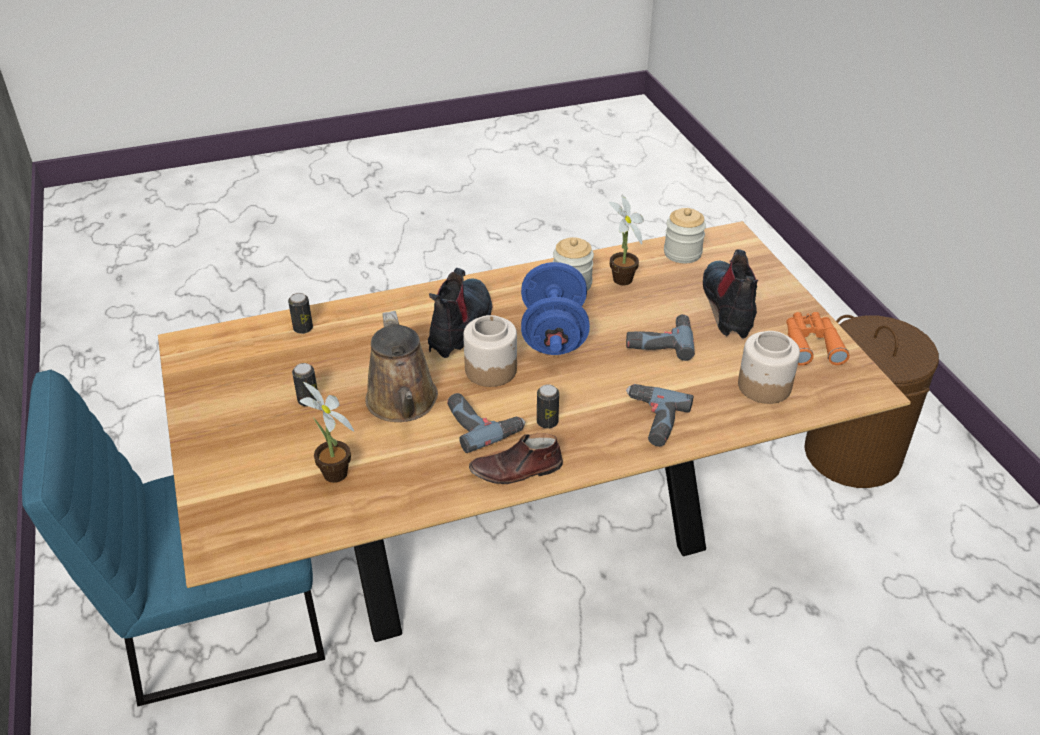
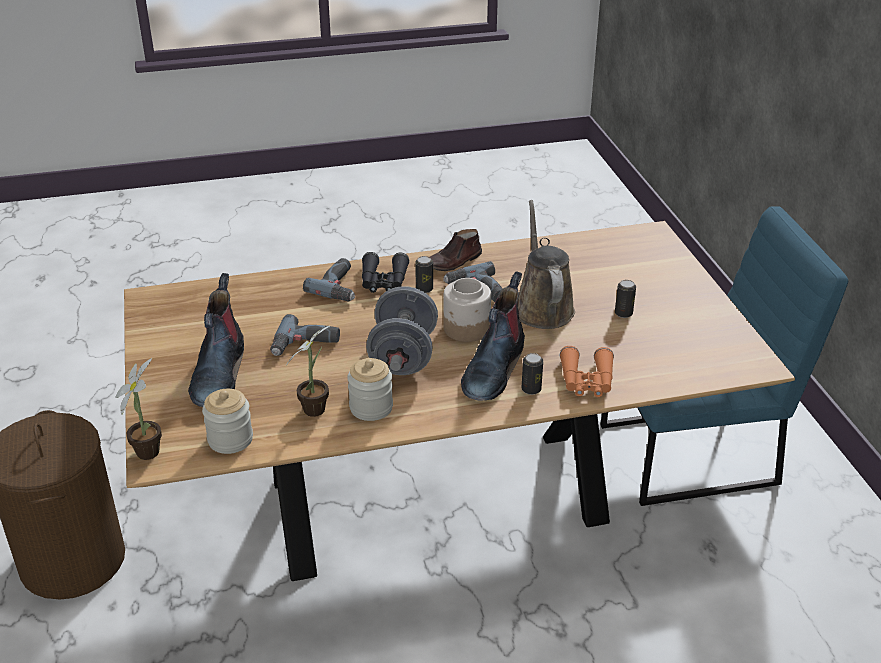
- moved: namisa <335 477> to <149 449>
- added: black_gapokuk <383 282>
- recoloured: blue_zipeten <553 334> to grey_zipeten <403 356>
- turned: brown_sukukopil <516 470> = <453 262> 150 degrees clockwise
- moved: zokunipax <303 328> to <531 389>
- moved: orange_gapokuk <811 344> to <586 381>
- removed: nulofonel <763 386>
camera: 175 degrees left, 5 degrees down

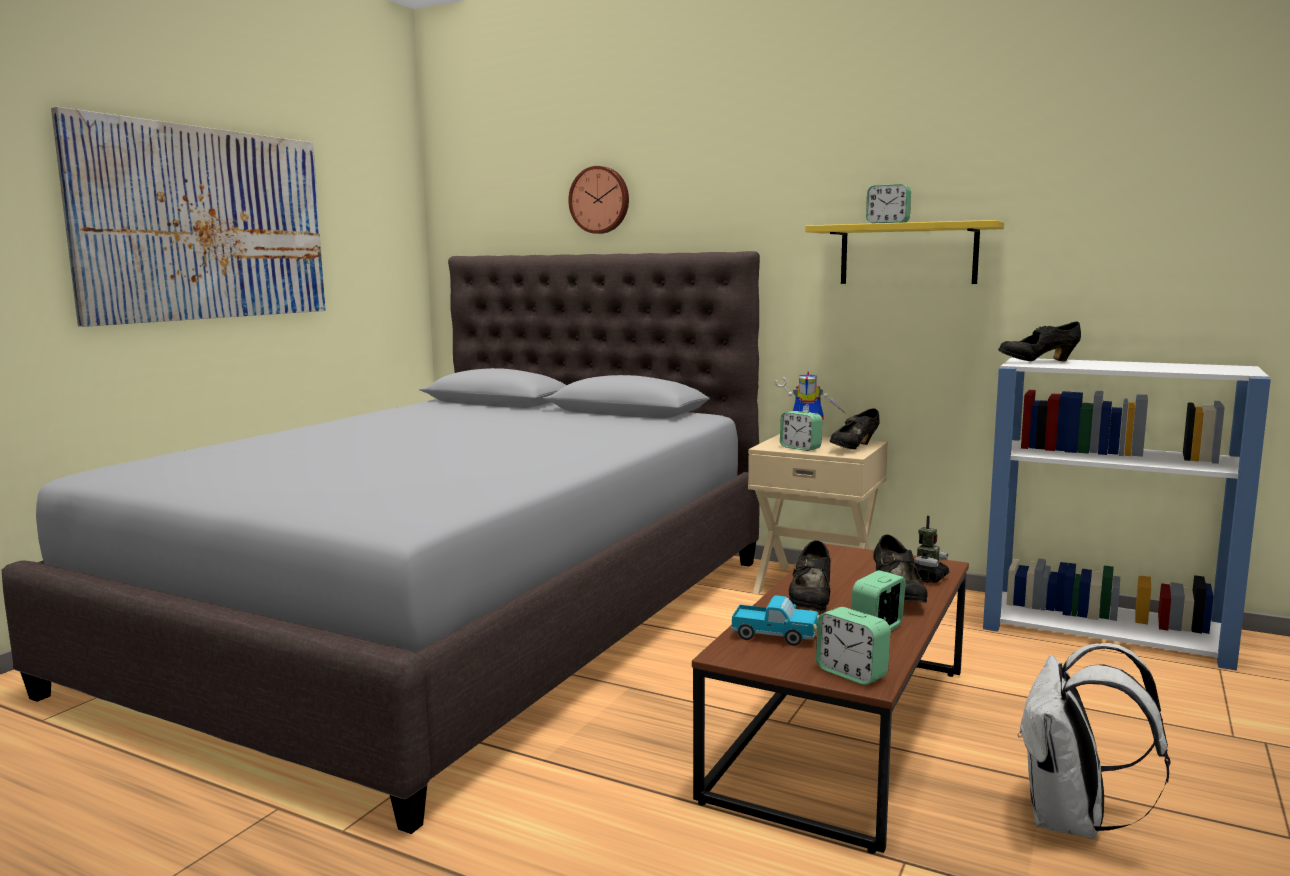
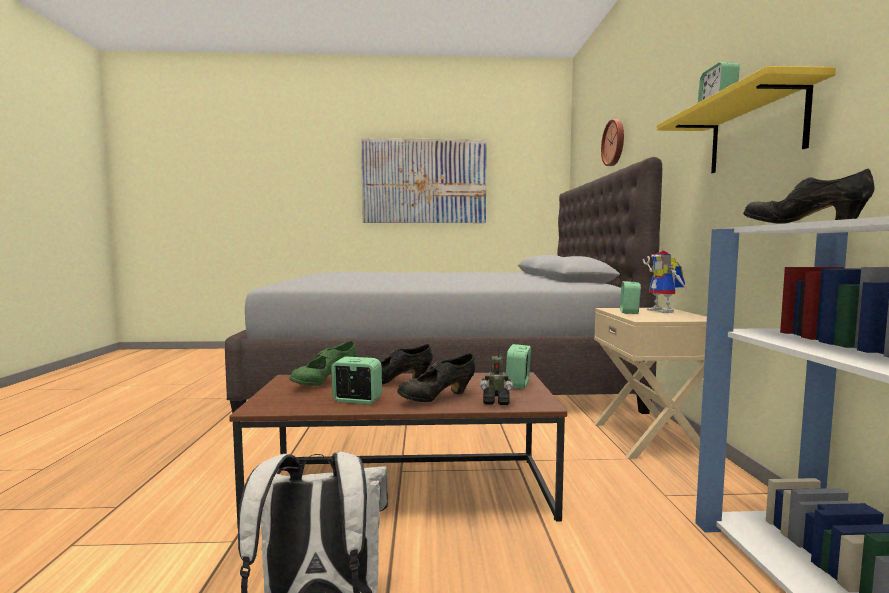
- replaced: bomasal <775 636> to green_sukukopil <324 382>
- moved: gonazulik <851 673> to <518 384>
- removed: black_sukukopil <854 448>
camera: 60 degrees right, 5 degrees down

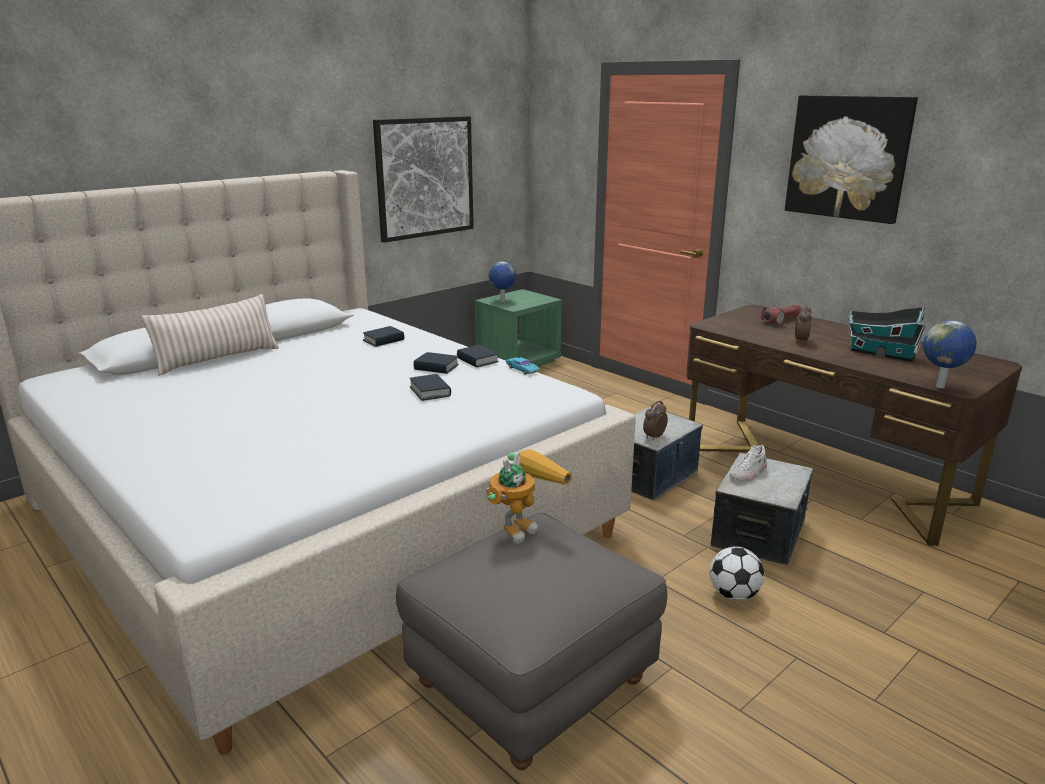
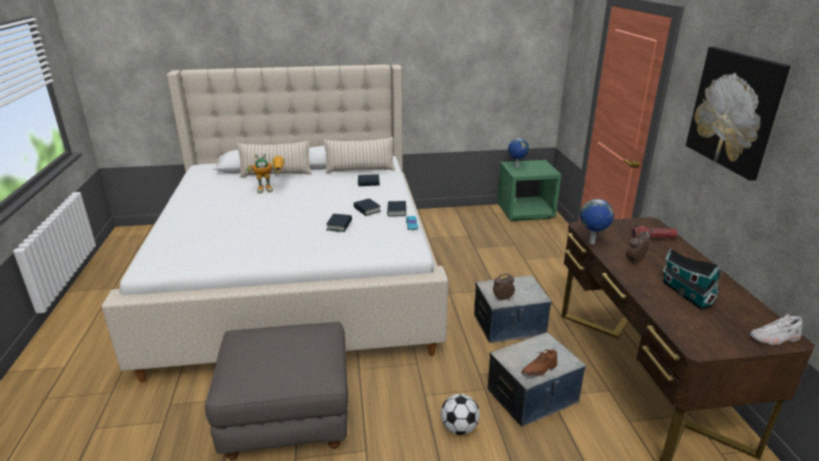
- moved: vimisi <524 525> to <271 189>
- added: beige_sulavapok <360 170>
- added: brown_sukukopil <539 370>
- moved: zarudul <941 387> to <592 243>
- moved: white_sukukopil <748 474> to <774 338>
- removed: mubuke <425 177>
camera: 35 degrees right, 5 degrees up

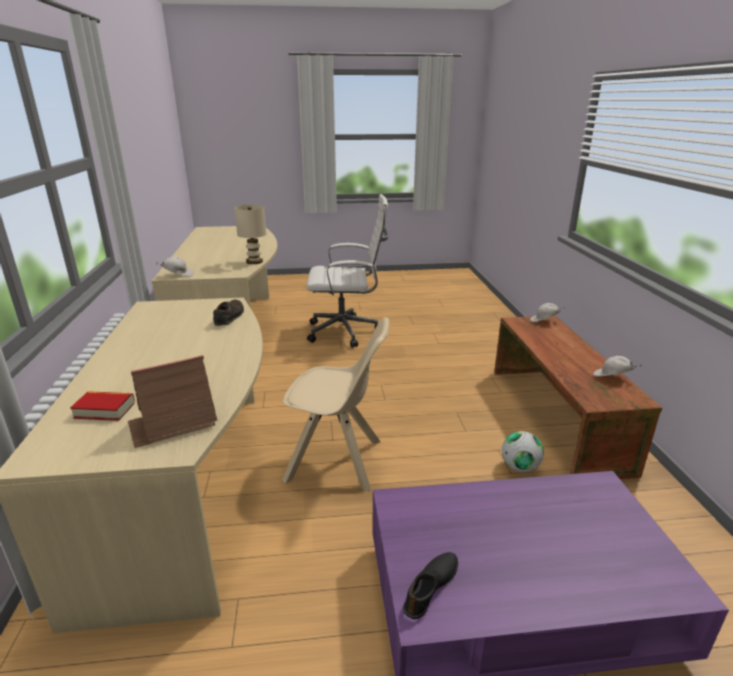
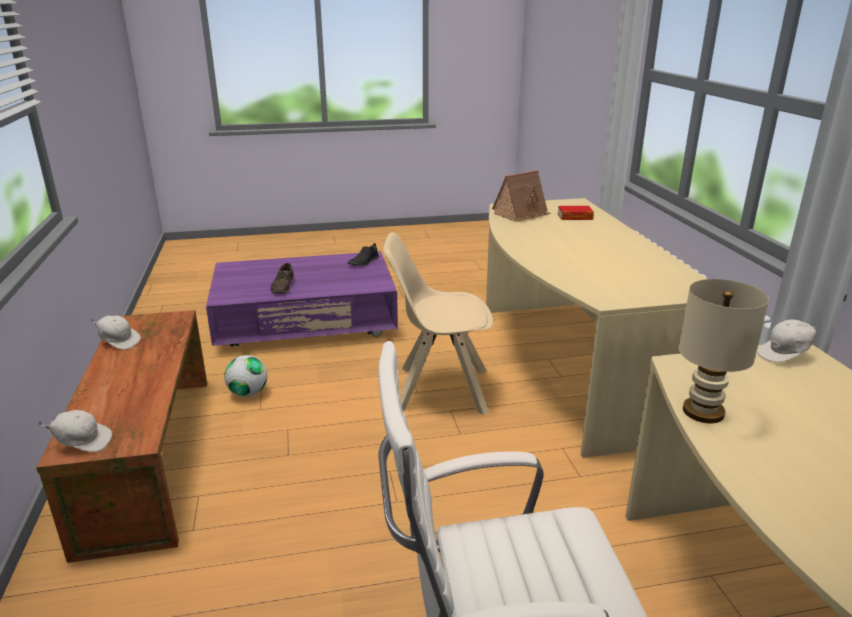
- moved: brown_sukukopil <229 317> to <283 286>
camera: 175 degrees right, 0 degrees up

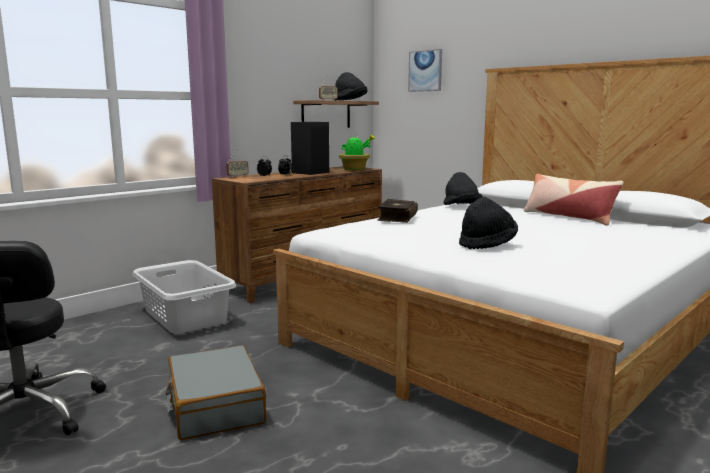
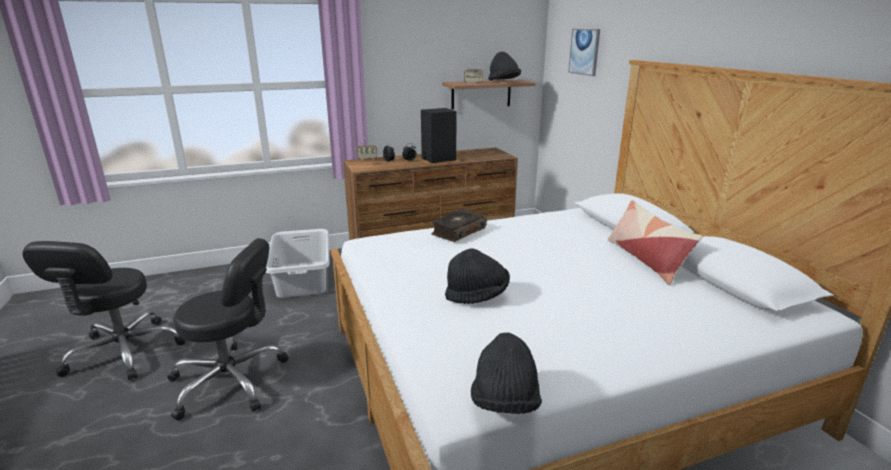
- replaced: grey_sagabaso <215 406> to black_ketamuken <234 382>
- moved: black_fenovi <461 207> to <504 402>
- removed: namisa <355 169>
camera: 25 degrees right, 10 degrees up

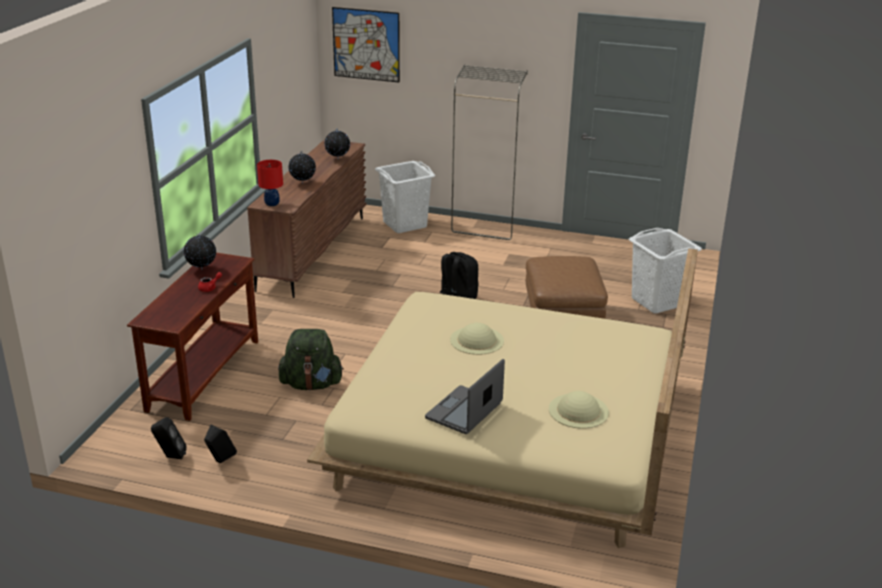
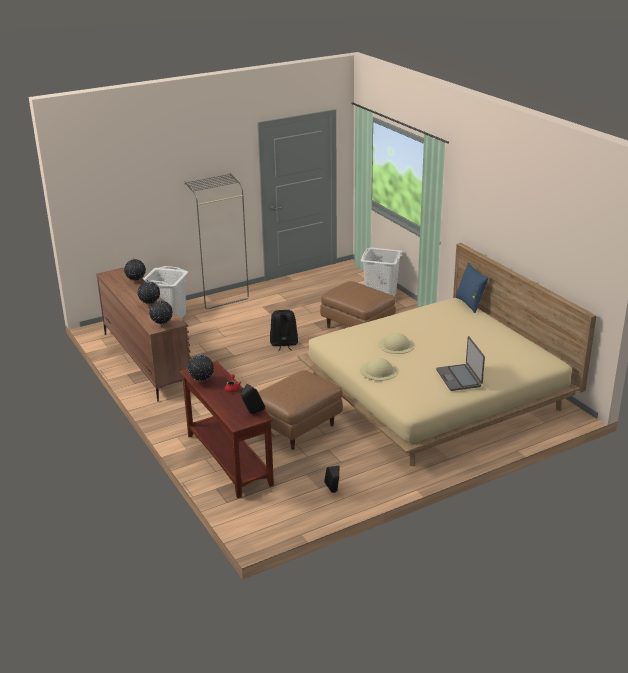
- replaced: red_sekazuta <273 204> to zarudul <162 325>
- moved: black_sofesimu <170 457> to <252 413>
- replaced: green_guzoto <311 384> to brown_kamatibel <298 428>
- moved: beige_fenovi <578 410> to <379 370>
- added: blue_sulavapok <470 304>
- removed: mubuke <366 44>
camera: 45 degrees left, 0 degrees up

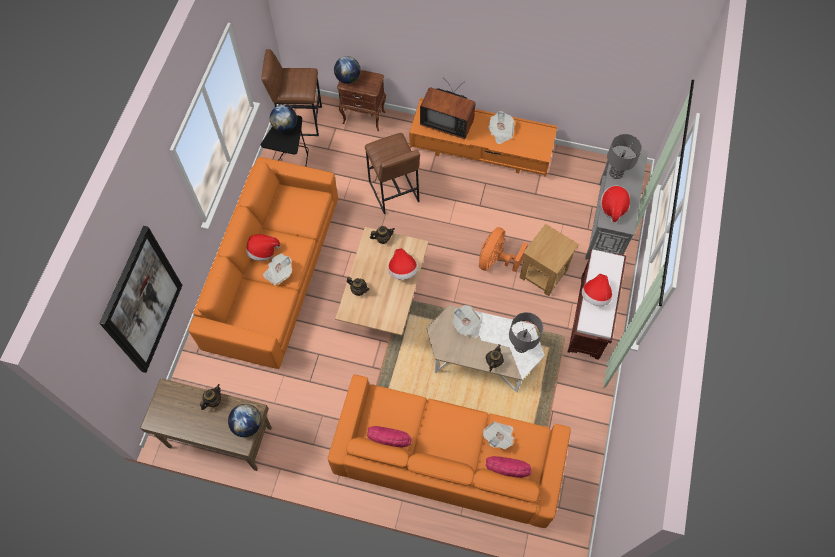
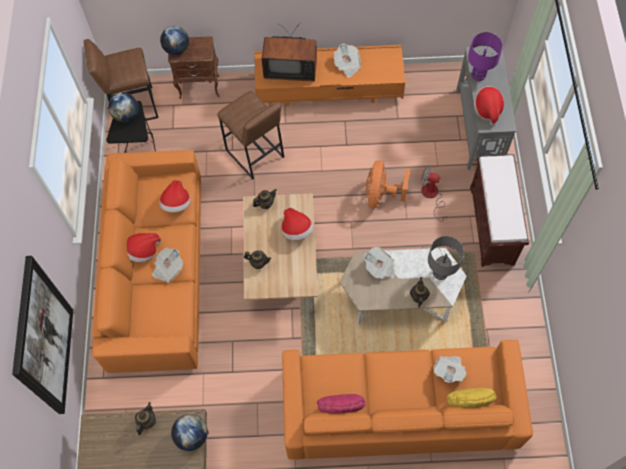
- moved: fenovi <595 296> to <176 203>
- replaced: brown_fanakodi <543 274> to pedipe <432 196>
- recoloured: pink_sulavapok <506 471> to yellow_sulavapok <468 403>
- recoloured: grey_sekazuta <616 173> to purple_sekazuta <479 75>
camera: 15 degrees left, 0 degrees up

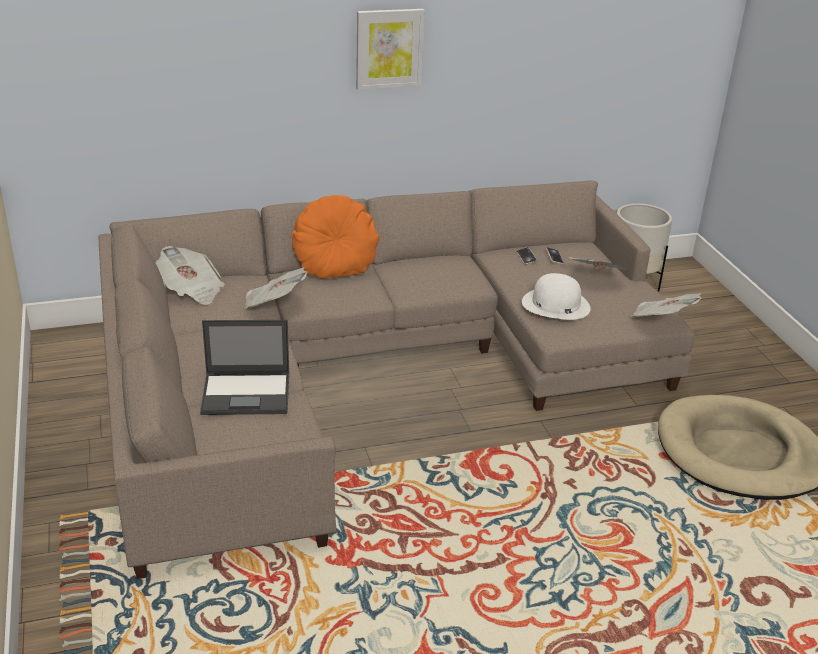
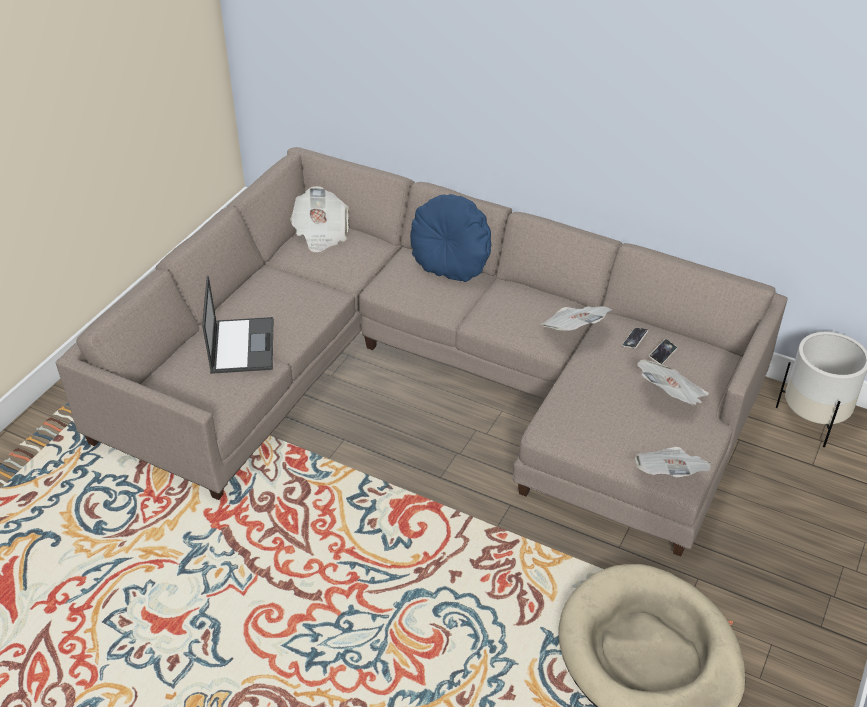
- turned: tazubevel <247 394> = <242 345> 135 degrees counterclockwise
- recoloured: orange_sulavapok <335 271> to blue_sulavapok <450 269>
- moved: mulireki <274 303> to <573 330>
- removed: mubuke <389 48>
- removed: white_fenovi <555 305>
camera: 45 degrees right, 10 degrees up

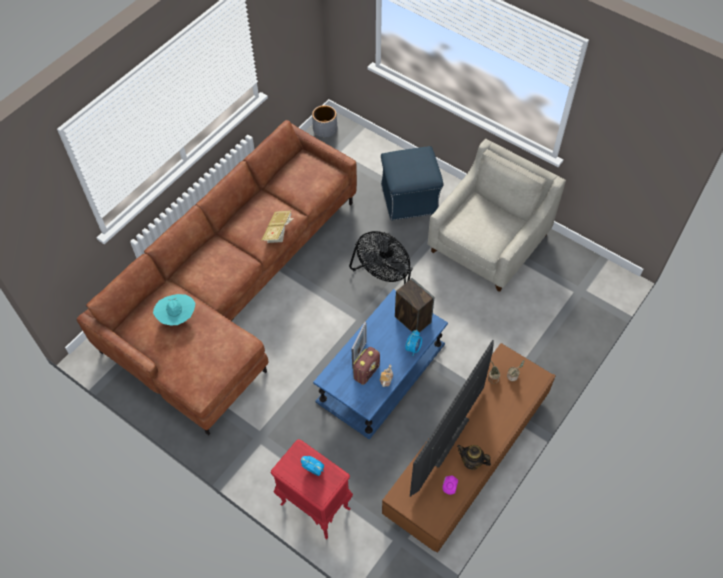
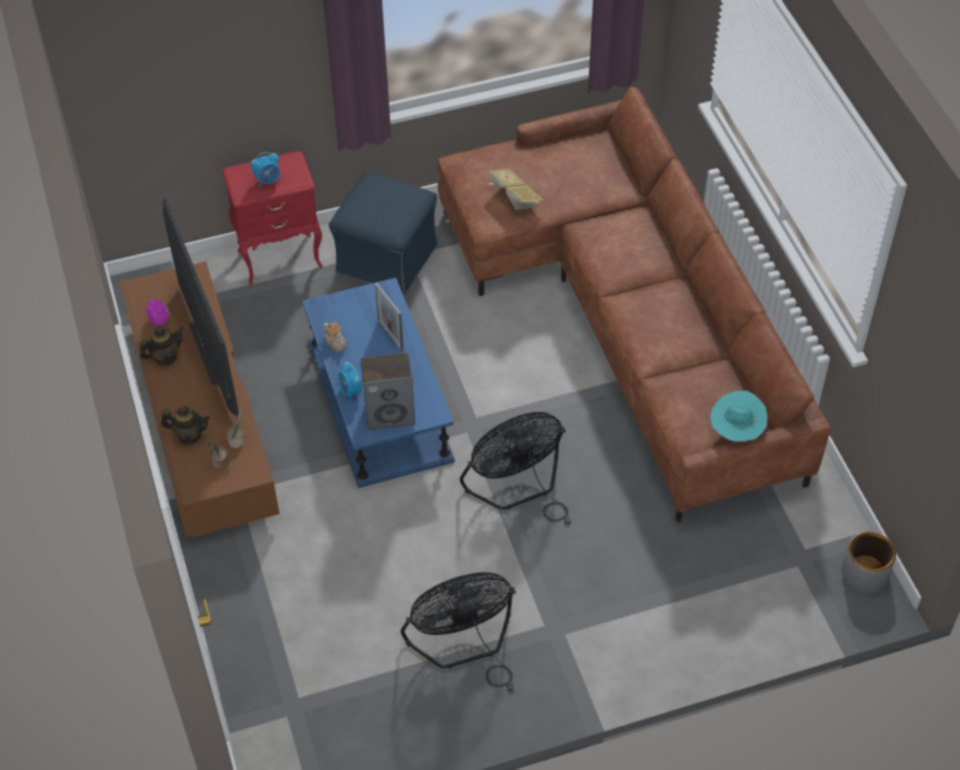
- added: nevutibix <189 435>
- moved: blue_kamatibel <410 198> to <386 259>
- replaced: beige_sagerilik <487 244> to black_pedipe <469 646>
- moved: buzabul <278 232> to <514 198>
- moved: turquoise_fenovi <177 317> to <736 431>
- removed: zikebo <366 372>
camera: 125 degrees right, 5 degrees down

